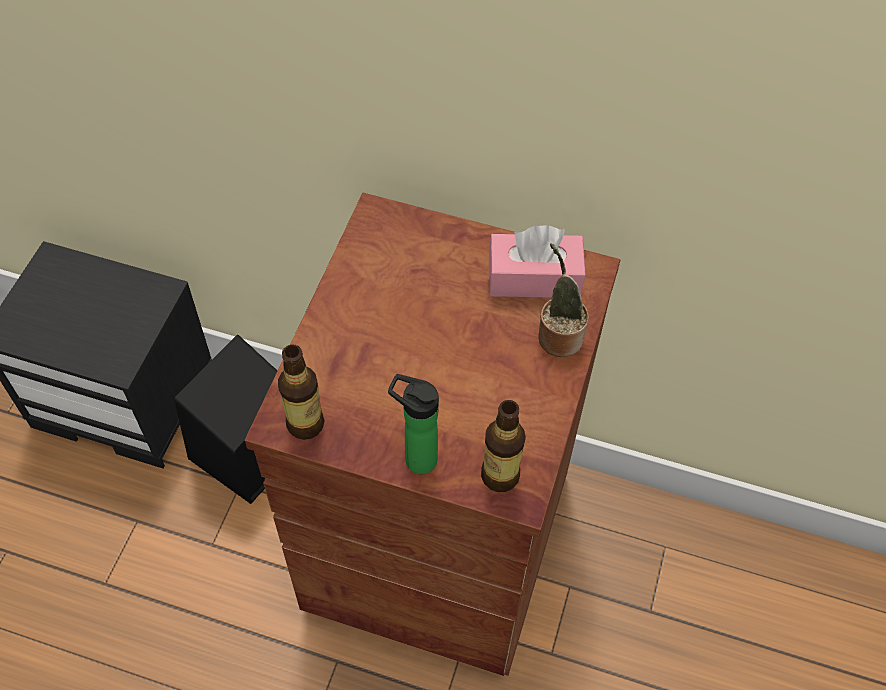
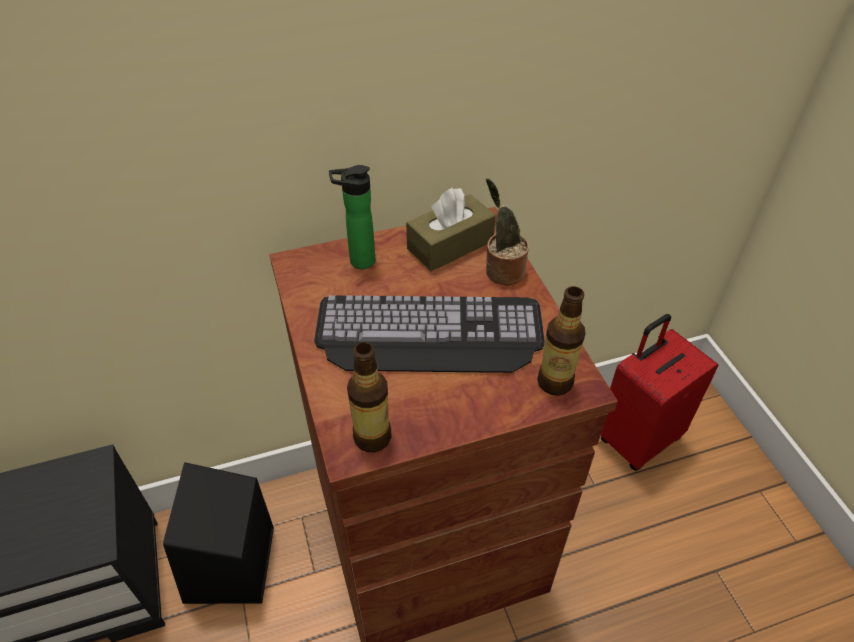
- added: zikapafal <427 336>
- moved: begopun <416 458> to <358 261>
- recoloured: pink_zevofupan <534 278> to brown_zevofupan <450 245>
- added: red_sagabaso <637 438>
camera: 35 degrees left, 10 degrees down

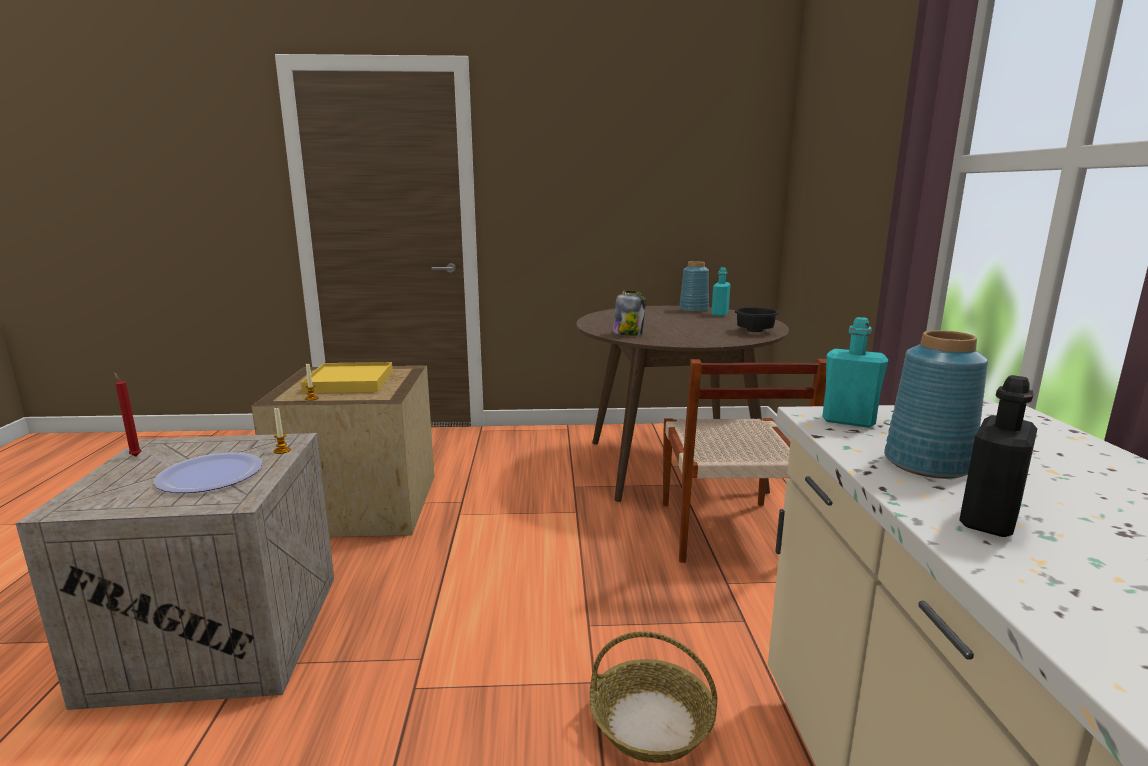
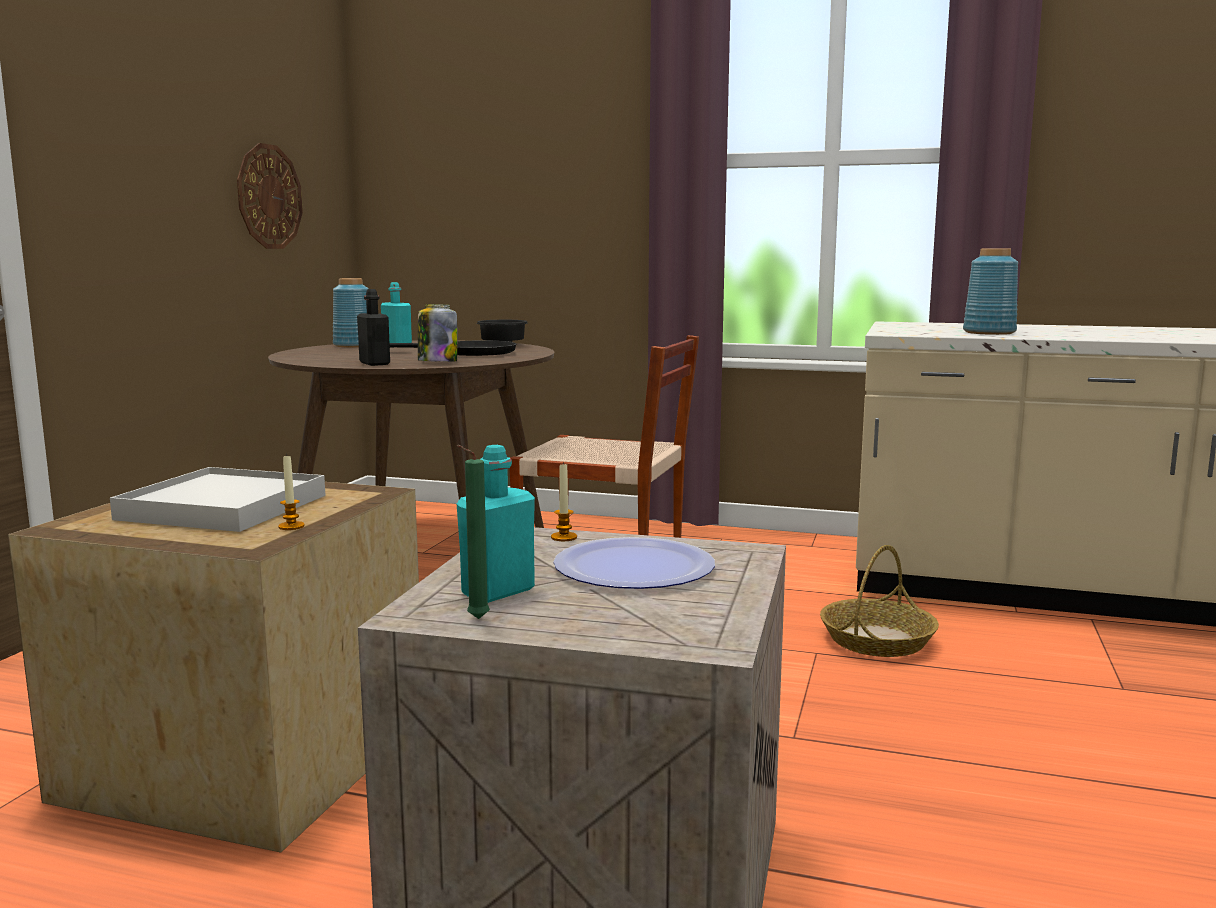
- recoloured: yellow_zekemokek <350 382> to white_zekemokek <224 507>
- added: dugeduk <269 197>
- moved: black_begopun <988 520> to <374 363>
- added: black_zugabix <471 353>
- recoloured: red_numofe <135 455> to green_numofe <475 619>
- moved: turquoise_begopun <848 421> to <498 592>
camera: 70 degrees left, 5 degrees down

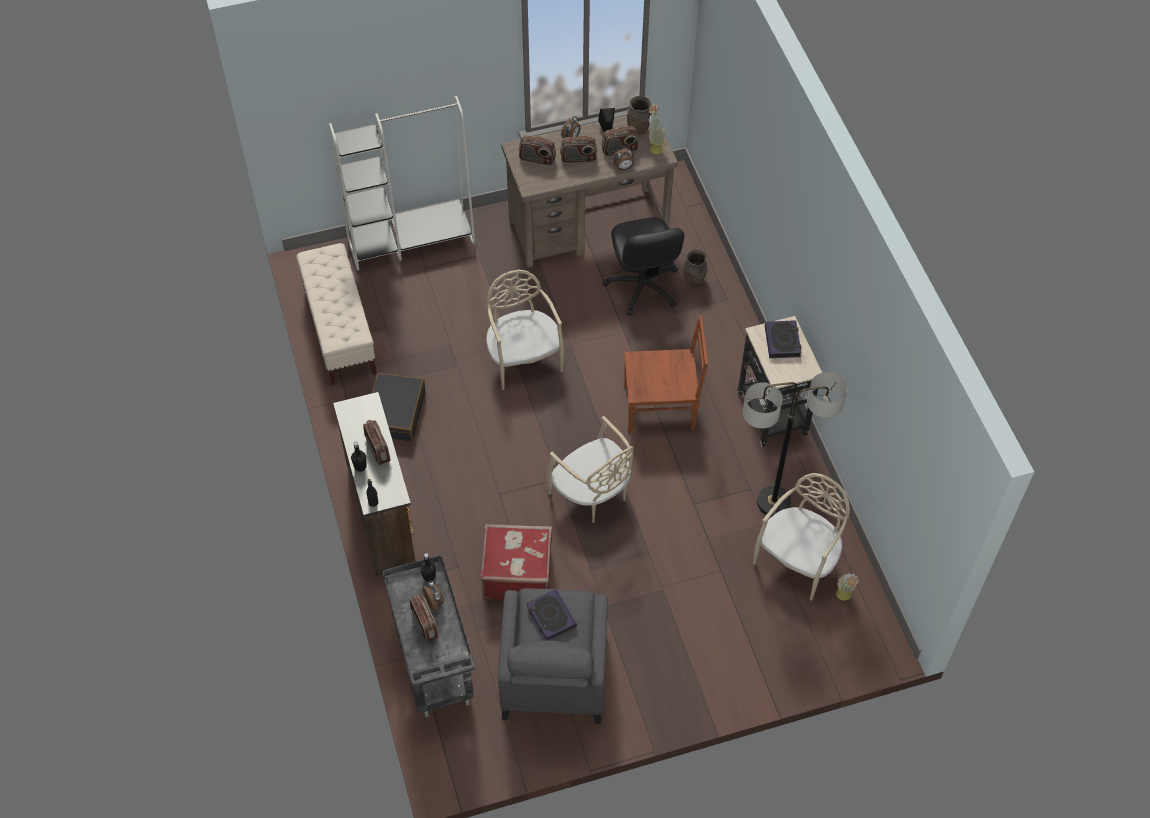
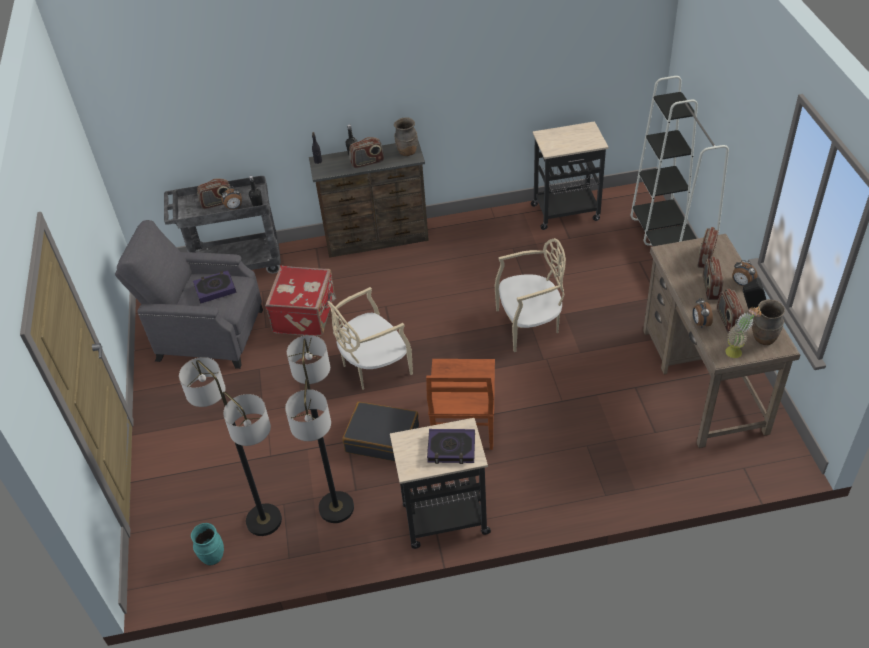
- replaced: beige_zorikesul <798 561> to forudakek <264 521>
- replaced: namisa <844 597> to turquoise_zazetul <212 556>
- moved: black_sagabaso <395 413> to <382 438>
- moved: brown_zazetul <694 279> to <407 152>
- replaced: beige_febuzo <340 331> to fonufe <566 212>
- removed: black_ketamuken <642 286>
camera: 100 degrees right, 10 degrees down

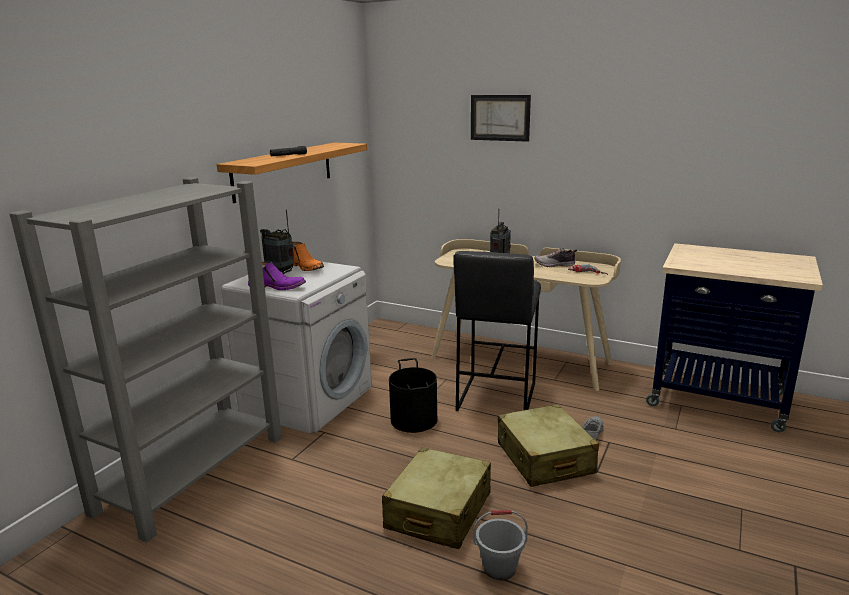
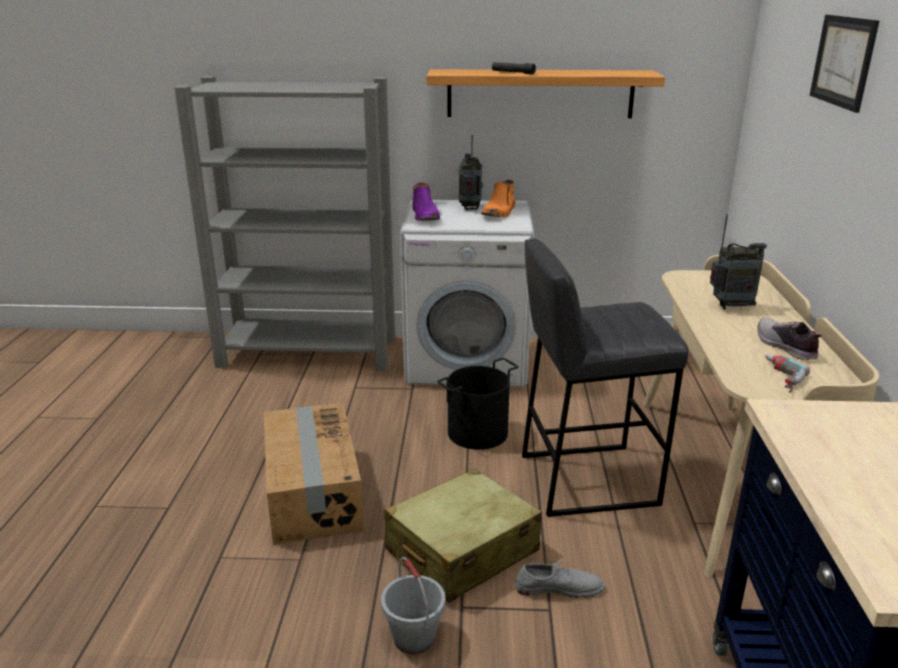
- replaced: beige_sagabaso <438 511> to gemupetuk <311 493>
- moved: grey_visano <499 568> to <414 637>
camera: 65 degrees right, 5 degrees up

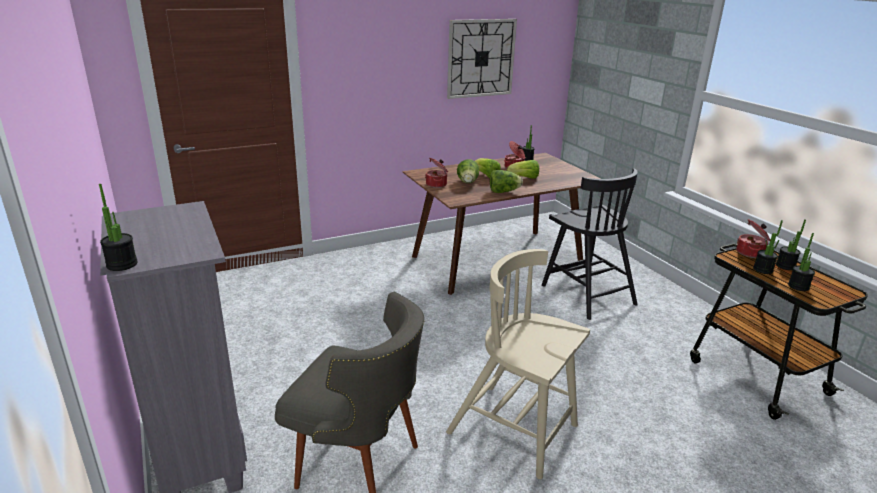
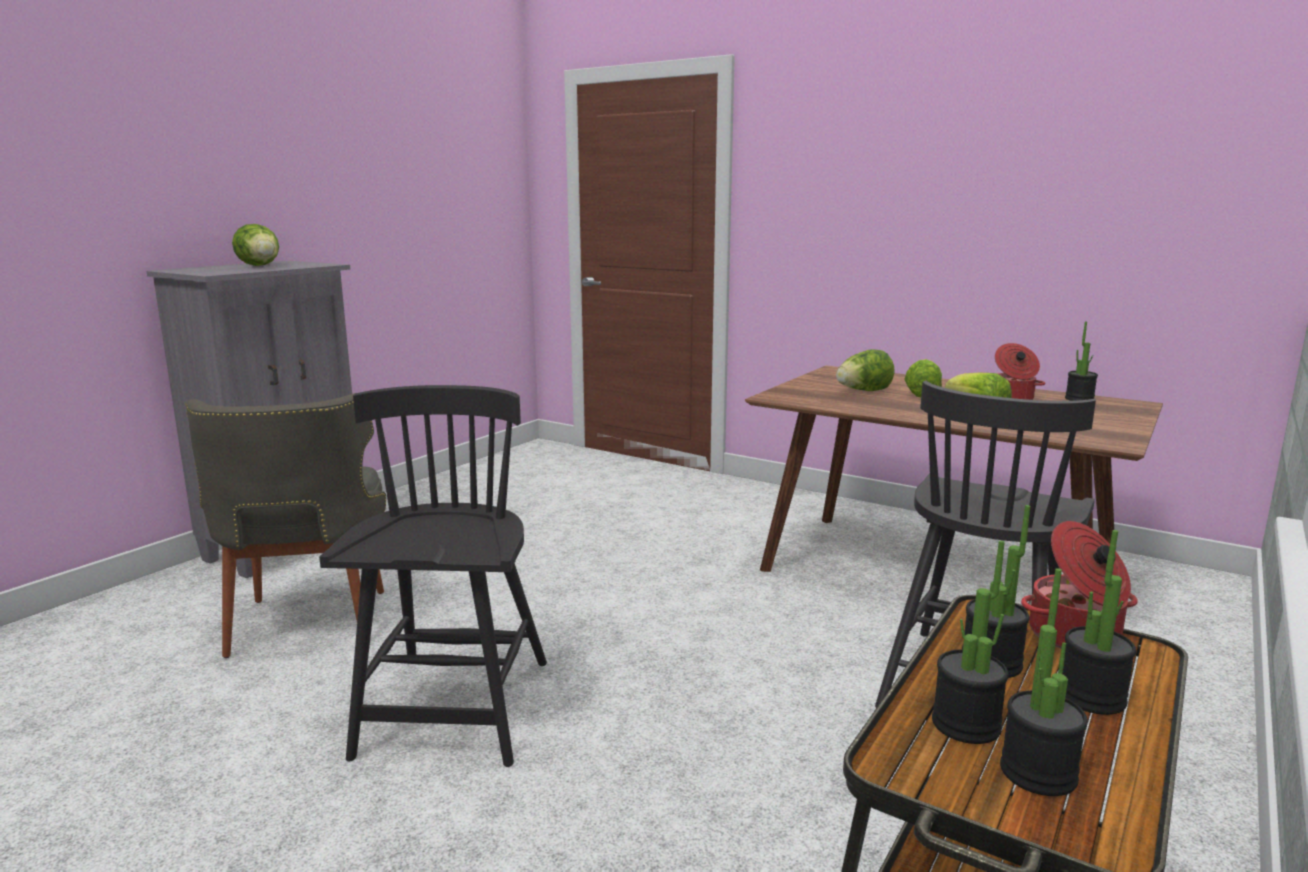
- moved: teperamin <503 192> to <261 266>
- recoloured: beige_zorikesul <515 430> to black_zorikesul <454 709>
- moved: namisa <122 264> to <1038 773>
- removed: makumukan <437 184>
- removed: dugeduk <481 58>
camera: 60 degrees right, 10 degrees down

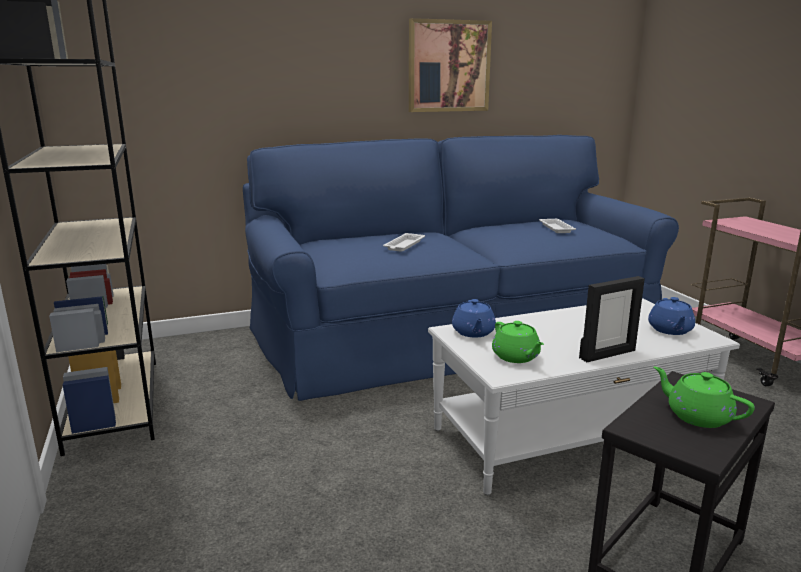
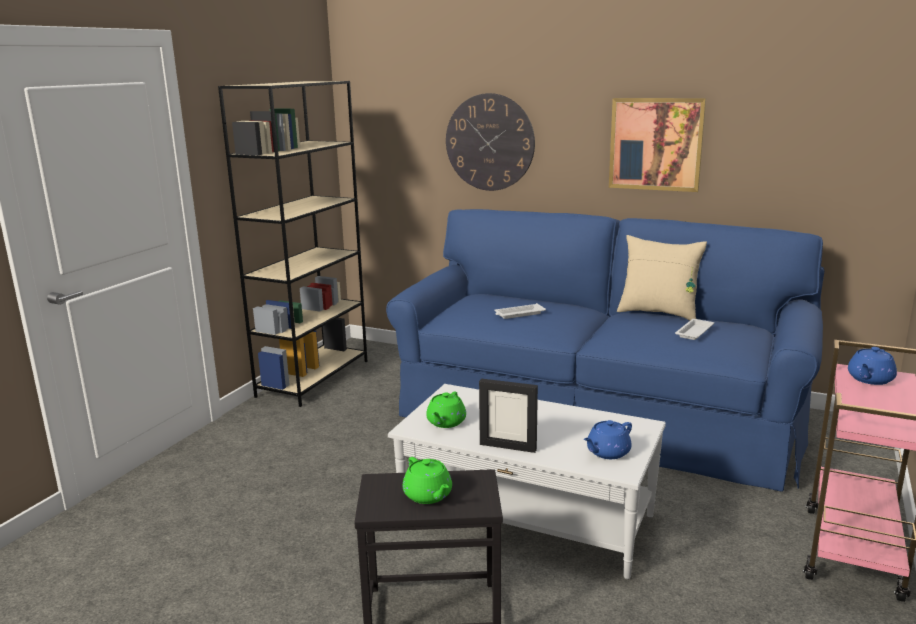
- turned: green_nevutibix <697 416> = <428 495> 150 degrees clockwise
- added: dugeduk <489 142>
- added: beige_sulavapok <658 314>
- moved: blue_nevutibix <473 332> to <869 379>
camera: 45 degrees right, 0 degrees up

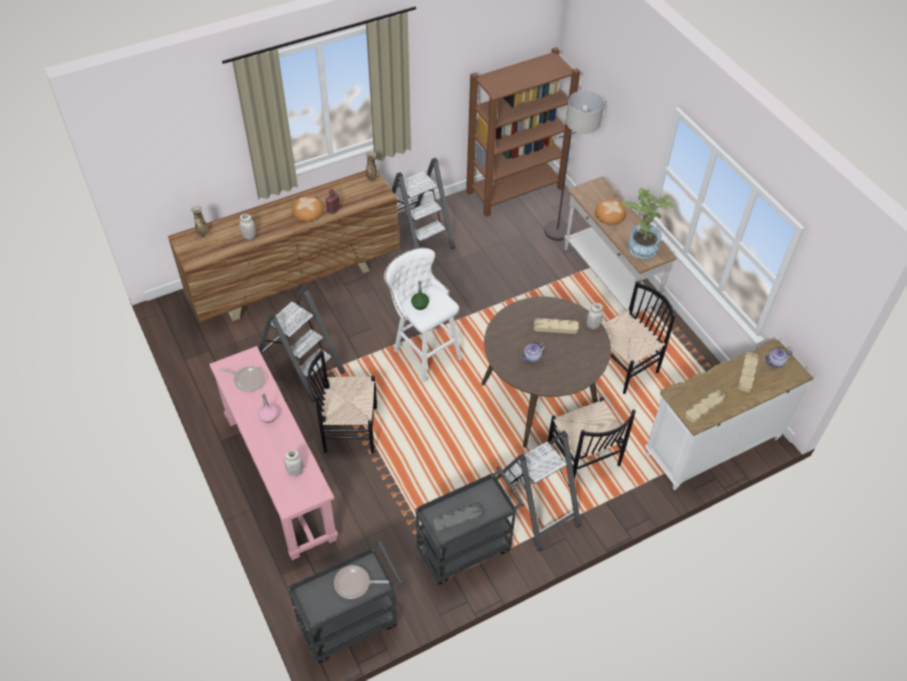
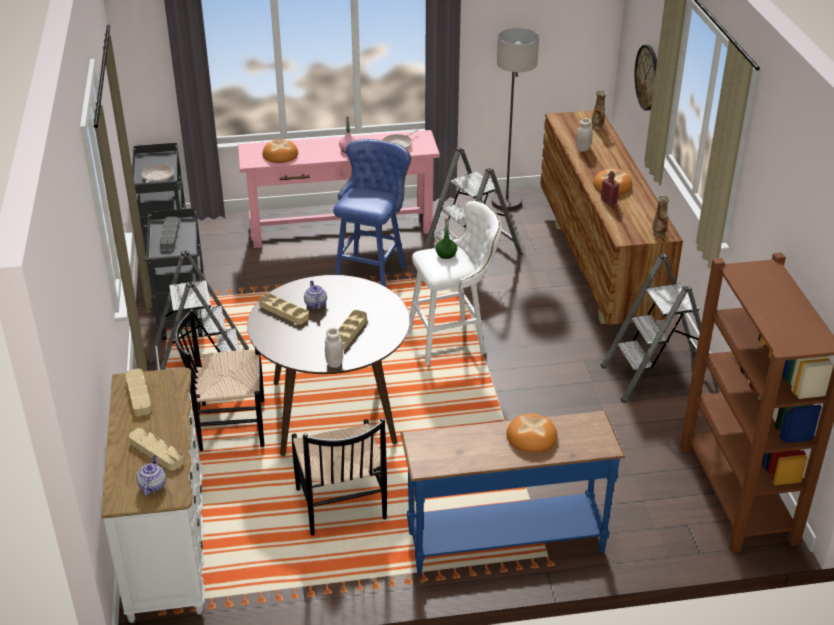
- added: beige_zekemokek <283 311>
- replaced: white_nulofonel <295 471> to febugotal <280 154>
- replaced: black_zorikesul <347 429> to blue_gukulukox <373 272>
- recoloured: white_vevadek <608 280> to blue_vevadek <505 540>
- moved: grey_forudakek <564 229> to <508 207>
- added: dugeduk <648 77>
- removed: namisa <640 245>
camera: 110 degrees right, 15 degrees down

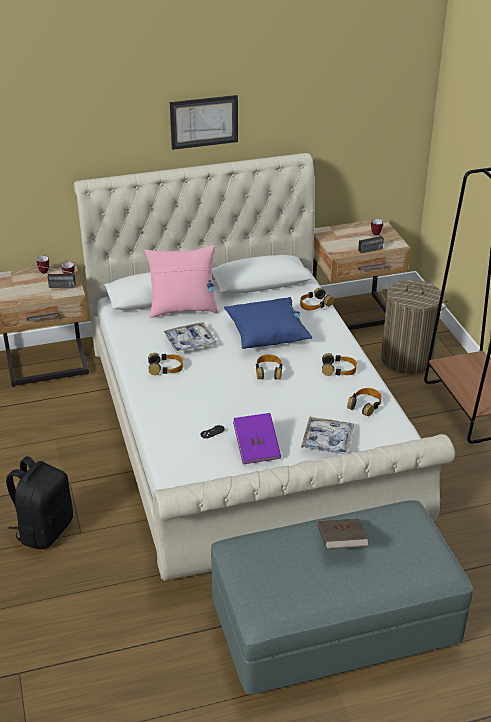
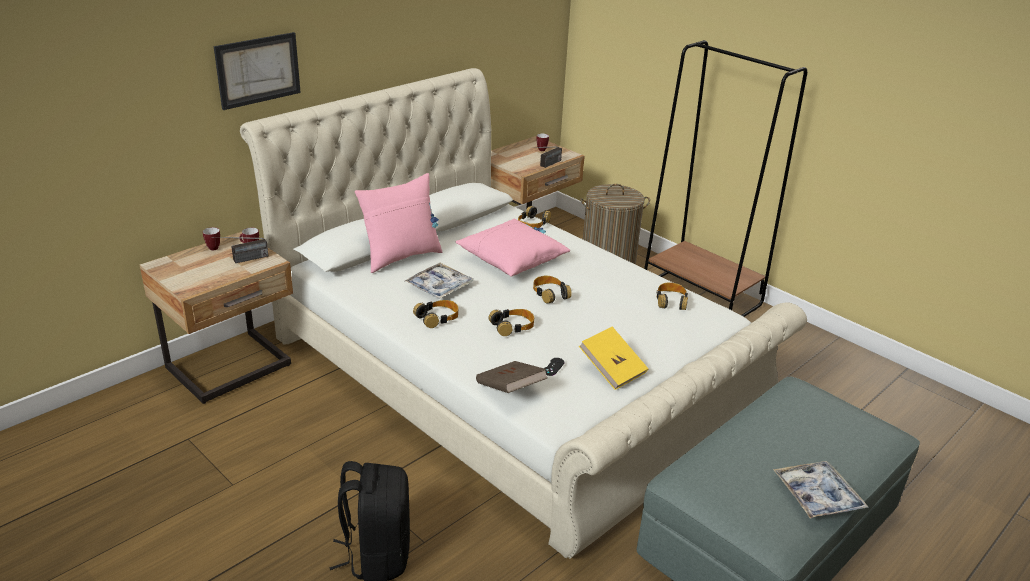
- moved: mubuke <204 122> to <258 70>
- recoloured: blue_sulavapok <267 334> to pink_sulavapok <512 260>
- moved: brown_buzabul <341 543> to <510 390>
- moved: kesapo <338 369> to <512 326>
- recoloured: purple_buzabul <257 448> to yellow_buzabul <612 370>
- moved: zekemokek <327 441> to <817 496>
camera: 30 degrees left, 5 degrees down

